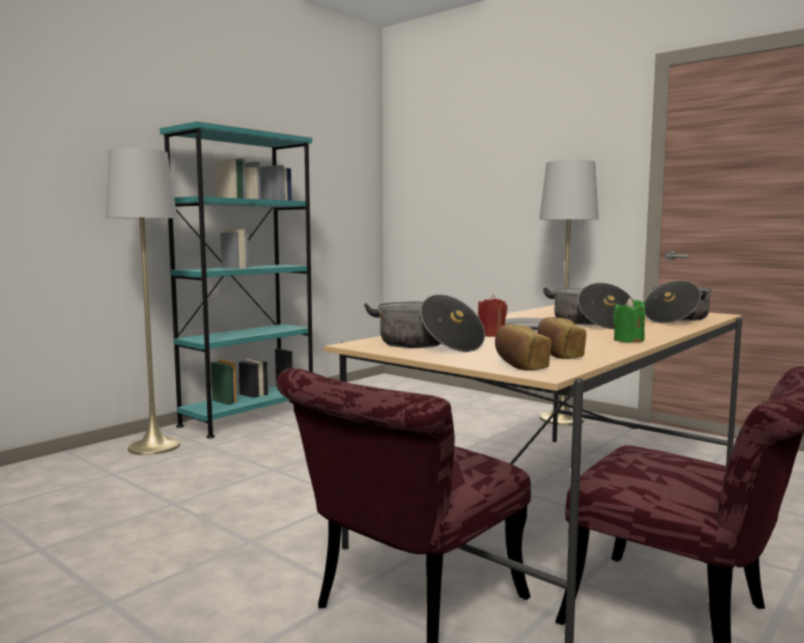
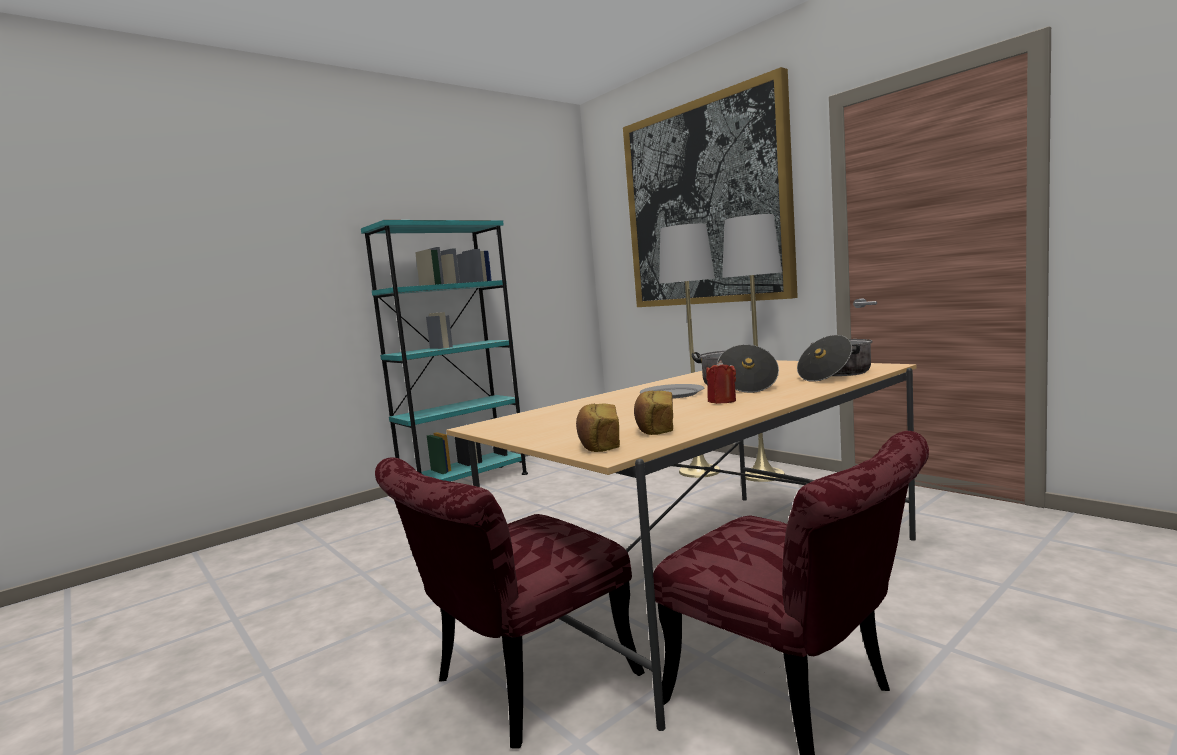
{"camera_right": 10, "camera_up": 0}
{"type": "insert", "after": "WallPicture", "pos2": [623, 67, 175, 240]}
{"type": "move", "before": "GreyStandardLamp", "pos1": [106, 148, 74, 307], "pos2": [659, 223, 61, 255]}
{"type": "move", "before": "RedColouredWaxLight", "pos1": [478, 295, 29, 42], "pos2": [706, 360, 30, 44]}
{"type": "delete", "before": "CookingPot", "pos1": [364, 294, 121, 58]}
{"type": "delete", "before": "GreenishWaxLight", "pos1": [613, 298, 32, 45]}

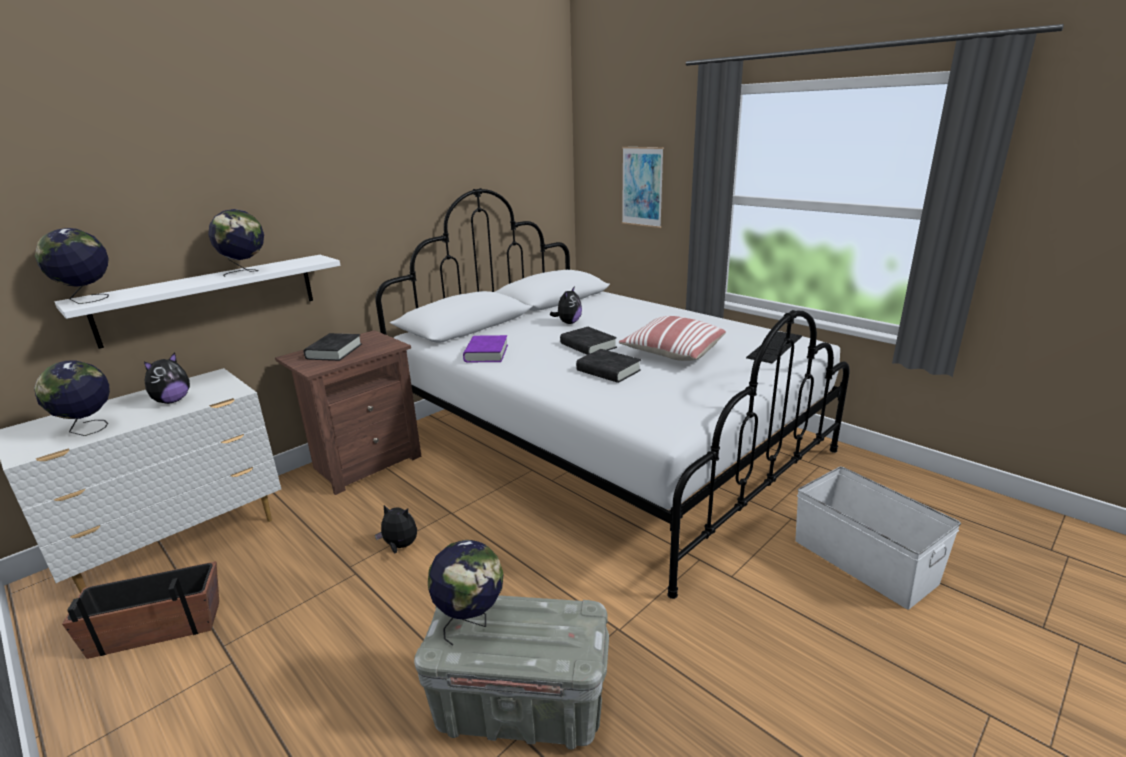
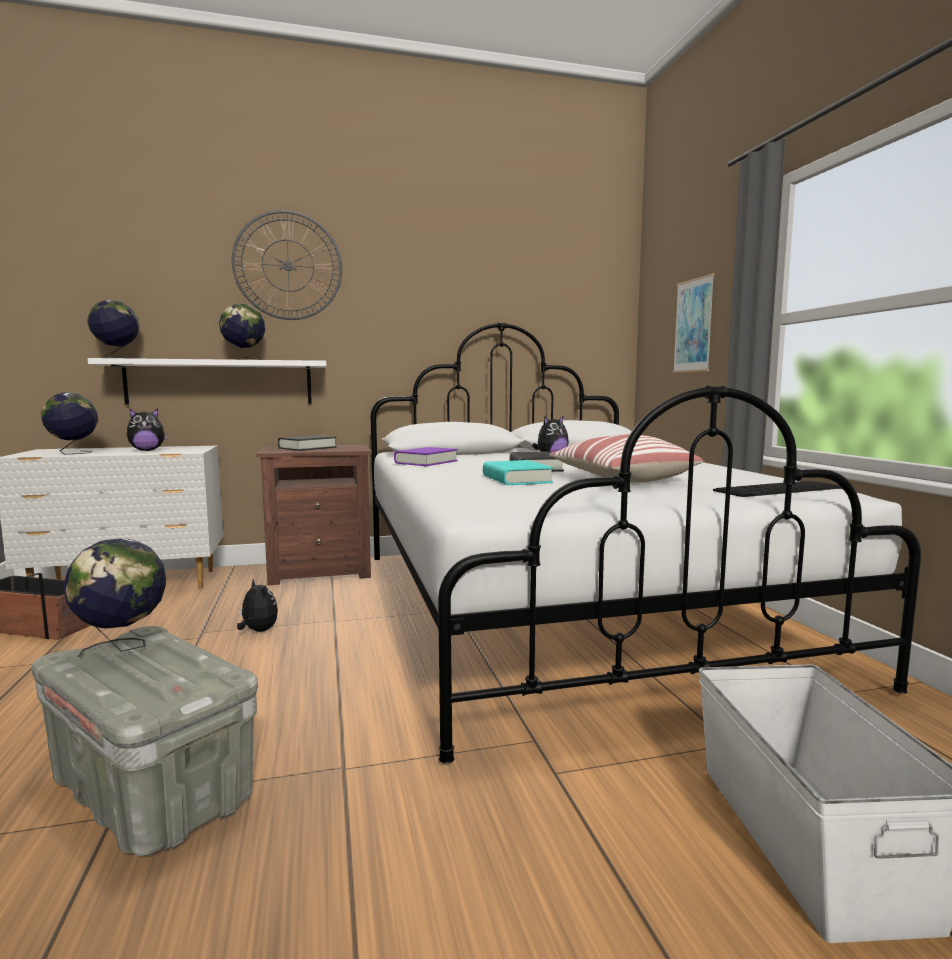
{"camera_right": 30, "camera_up": -15}
{"type": "insert", "after": "WallClock", "pos2": [232, 210, 110, 110]}
{"type": "recolor", "before": "BlackBook", "after": "TurquoiseBook", "pos1": [576, 349, 65, 34], "pos2": [483, 460, 70, 25]}

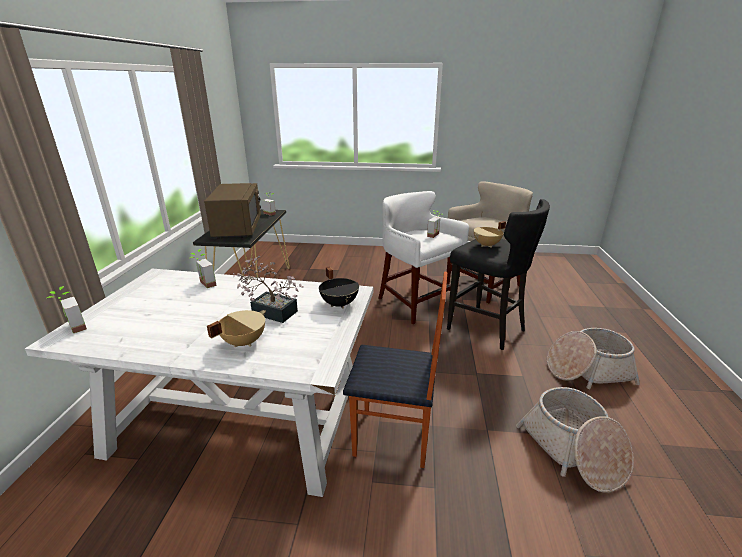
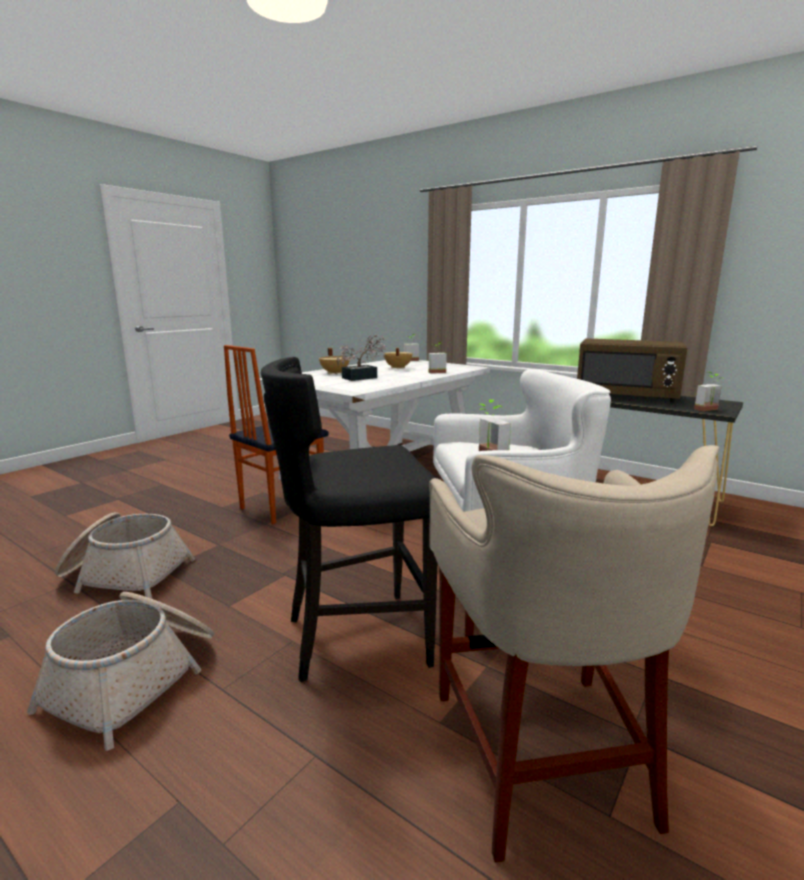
{"camera_right": 120, "camera_up": -10}
{"type": "move", "before": "BeigeColouredCookingPot", "pos1": [474, 221, 32, 27], "pos2": [383, 348, 30, 21]}
{"type": "delete", "before": "BlackCookingPot", "pos1": [319, 267, 40, 41]}

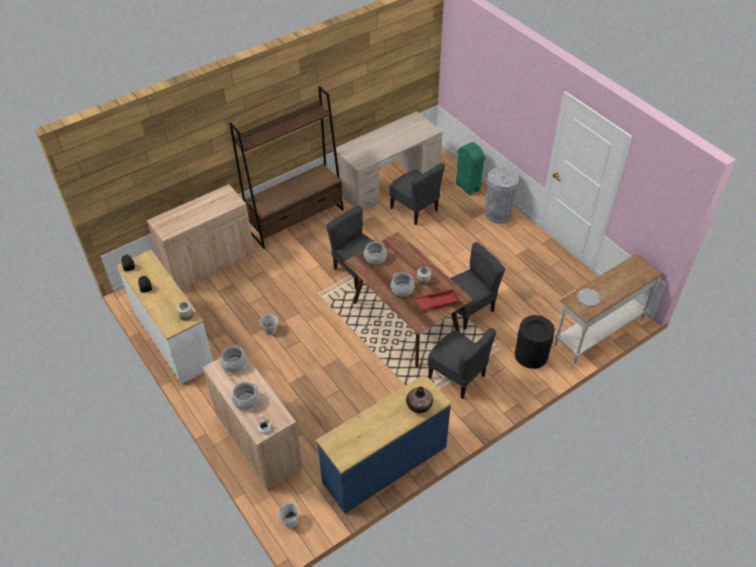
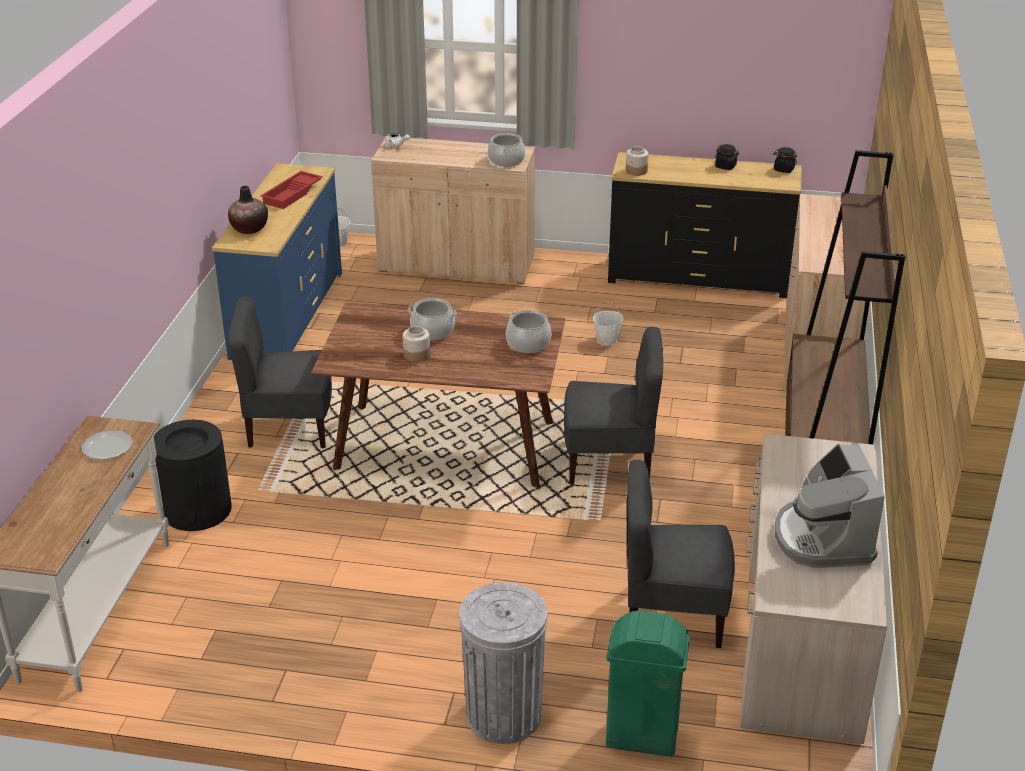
{"camera_right": 135, "camera_up": -15}
{"type": "move", "before": "RedColouredTray", "pos1": [415, 289, 45, 21], "pos2": [260, 171, 63, 38]}
{"type": "recolor", "before": "WhiteDrawerChest", "after": "BlackDrawerChest", "pos1": [116, 250, 97, 134], "pos2": [608, 152, 194, 146]}
{"type": "insert", "after": "CoffeeBrewer", "pos2": [775, 444, 110, 124]}
{"type": "delete", "before": "CookingPot", "pos1": [231, 382, 28, 28]}
{"type": "delete", "before": "GreyUprightChair", "pos1": [450, 242, 55, 87]}

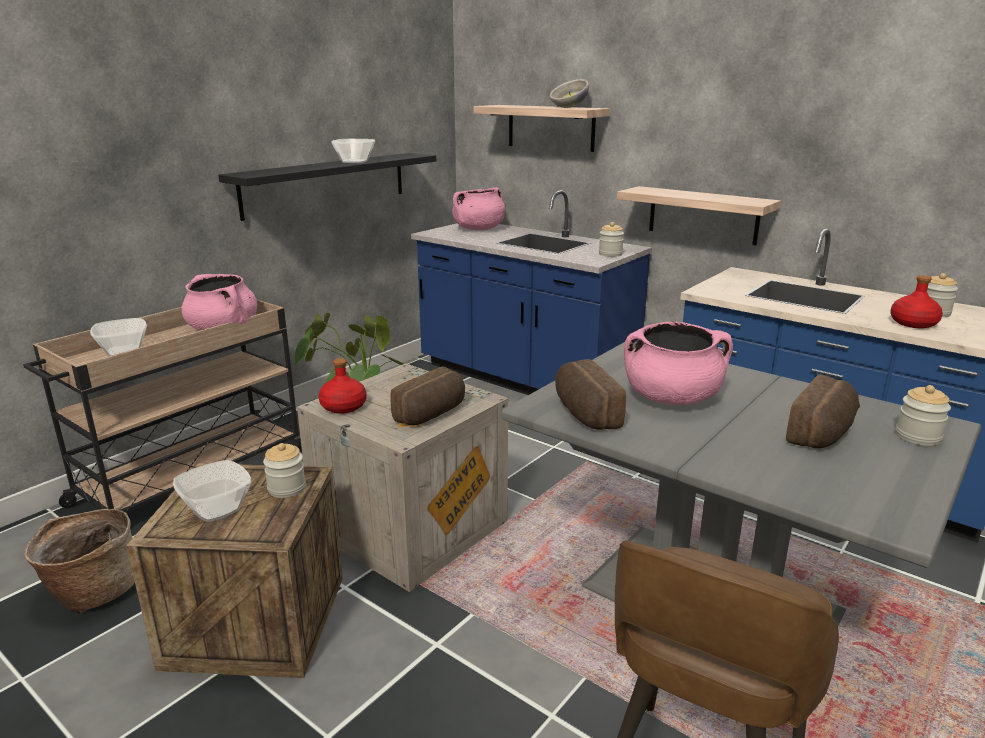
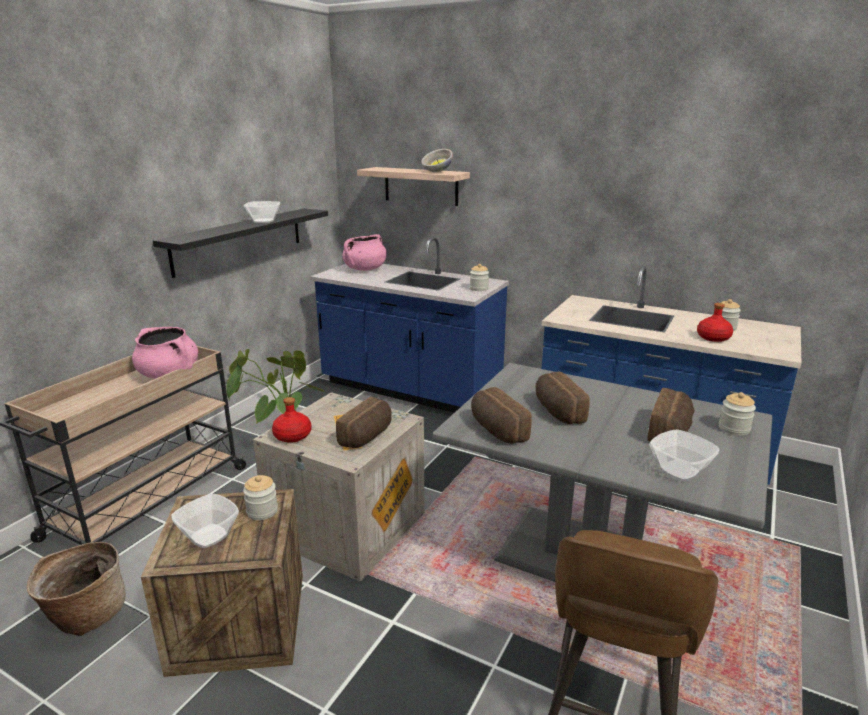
{"camera_right": -10, "camera_up": 0}
{"type": "replace", "before": "PinkColouredCookingPot", "after": "BakeryBread", "pos1": [624, 321, 109, 84], "pos2": [535, 371, 55, 53]}
{"type": "move", "before": "ServingBowl", "pos1": [90, 318, 57, 38], "pos2": [649, 429, 70, 52]}
{"type": "delete", "before": "BracketShelf", "pos1": [617, 186, 164, 59]}

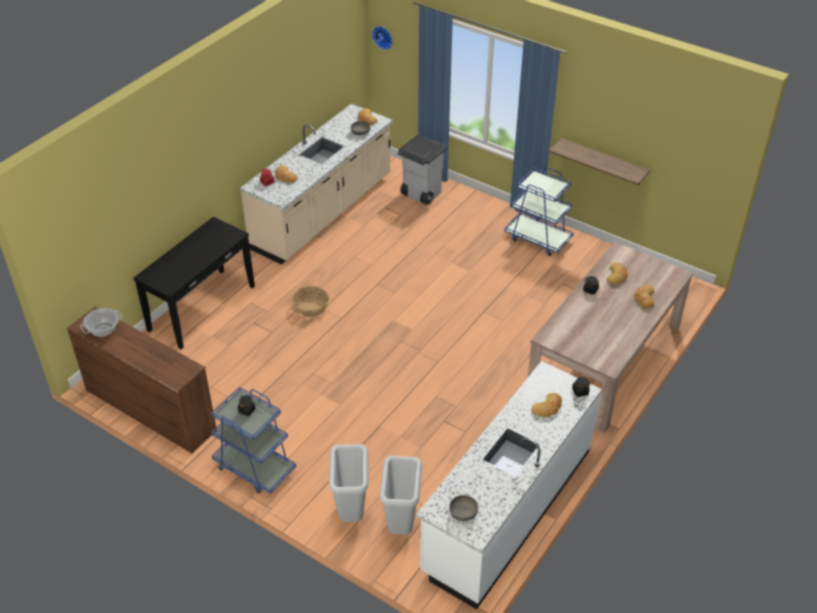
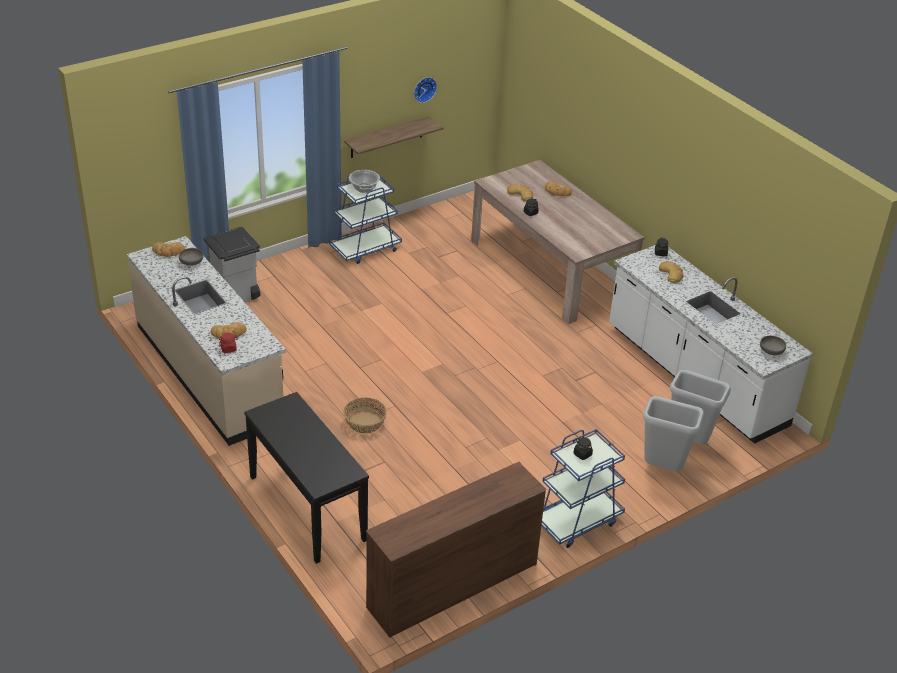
{"camera_right": -70, "camera_up": -5}
{"type": "move", "before": "CookingPot", "pos1": [80, 308, 43, 29], "pos2": [349, 170, 31, 23]}
{"type": "move", "before": "WallClock", "pos1": [372, 26, 21, 24], "pos2": [414, 77, 23, 26]}

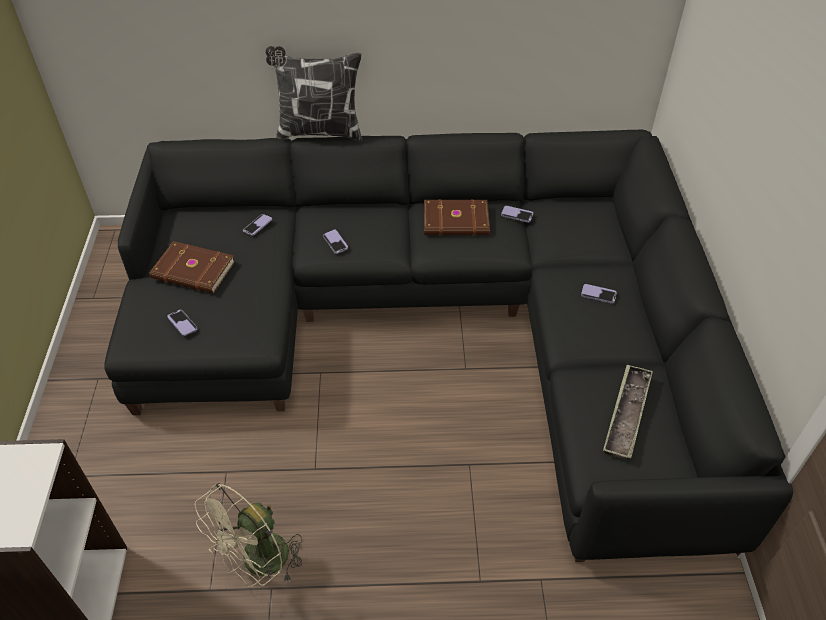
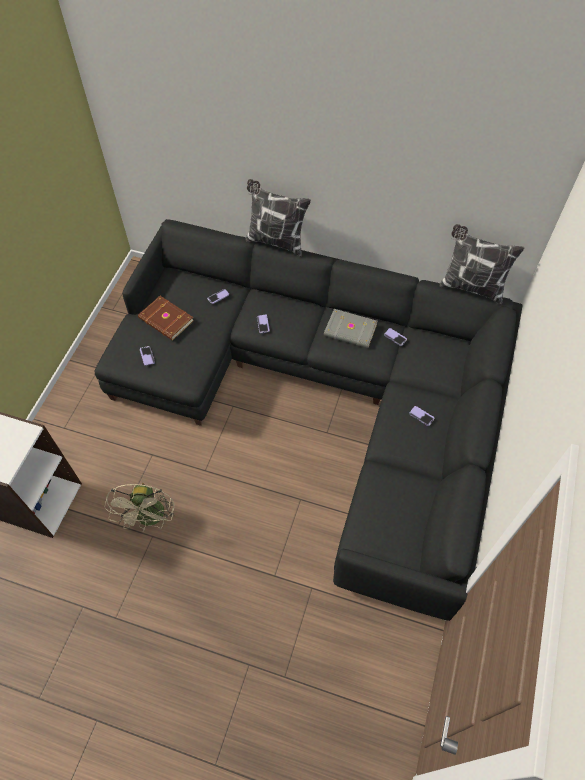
{"camera_right": 20, "camera_up": 10}
{"type": "rotate", "before": "BeigeColouredElectricFan", "pos1": [195, 483, 107, 104], "pos2": [105, 483, 69, 48], "turn": -60}
{"type": "recolor", "before": "BrownishBook", "after": "GreyBook", "pos1": [424, 199, 66, 37], "pos2": [324, 309, 54, 39]}
{"type": "insert", "after": "Cushion", "pos2": [439, 224, 86, 81]}
{"type": "delete", "before": "Tray", "pos1": [603, 364, 50, 95]}

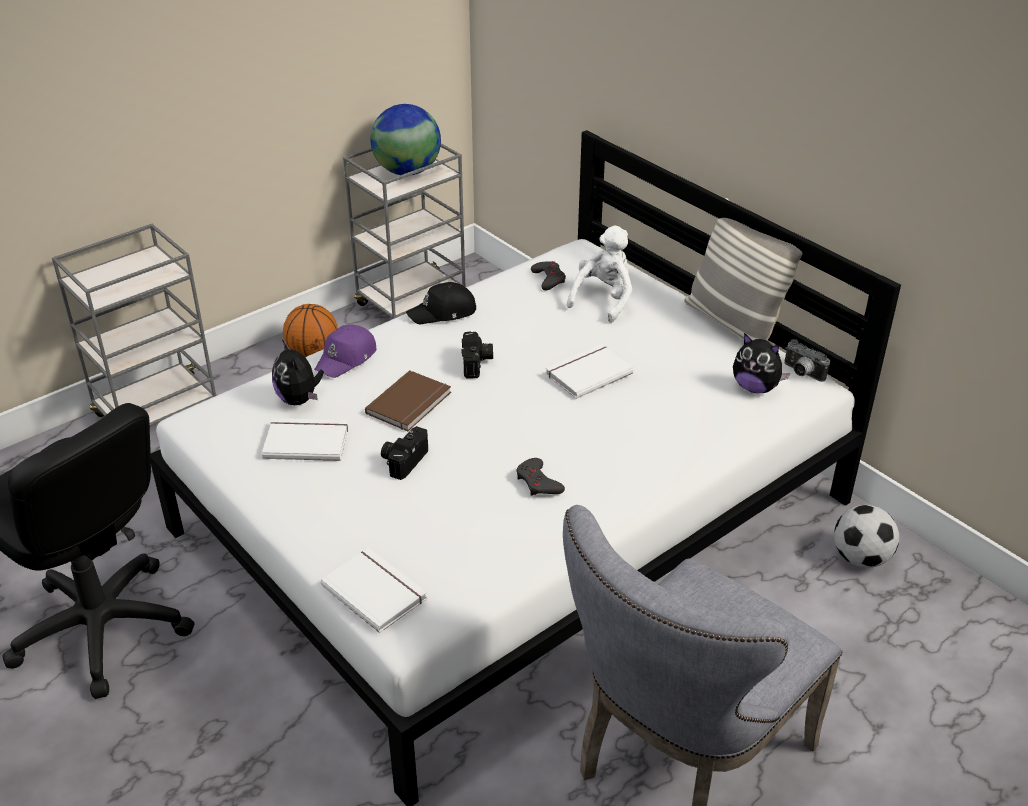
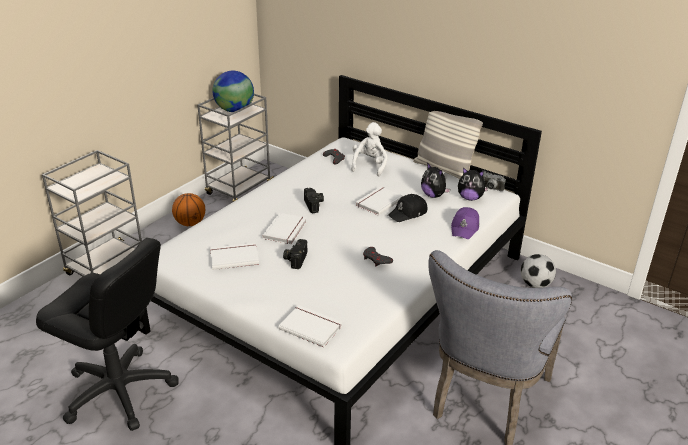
{"camera_right": -15, "camera_up": -5}
{"type": "recolor", "before": "BrownishBook", "after": "WhiteBook", "pos1": [365, 370, 86, 61], "pos2": [262, 213, 45, 31]}
{"type": "move", "before": "BlackBaseballCap", "pos1": [406, 282, 70, 43], "pos2": [388, 194, 39, 28]}
{"type": "move", "before": "PlushToy", "pos1": [272, 340, 52, 65], "pos2": [421, 162, 30, 36]}
{"type": "move", "before": "PurpleColouredBaseballCap", "pos1": [314, 324, 62, 54], "pos2": [451, 207, 28, 32]}

